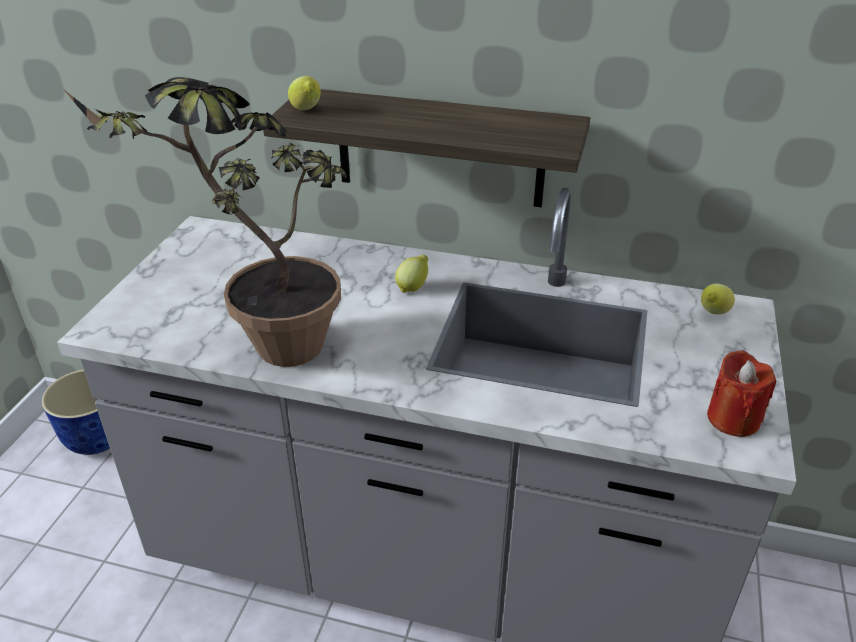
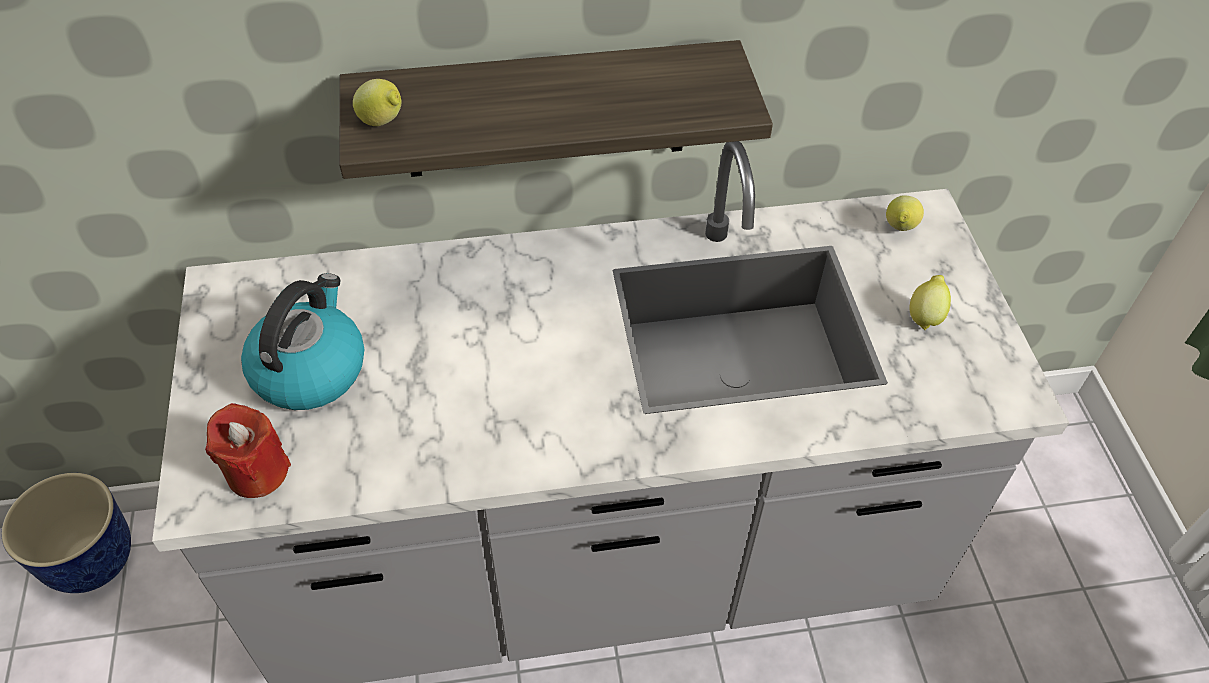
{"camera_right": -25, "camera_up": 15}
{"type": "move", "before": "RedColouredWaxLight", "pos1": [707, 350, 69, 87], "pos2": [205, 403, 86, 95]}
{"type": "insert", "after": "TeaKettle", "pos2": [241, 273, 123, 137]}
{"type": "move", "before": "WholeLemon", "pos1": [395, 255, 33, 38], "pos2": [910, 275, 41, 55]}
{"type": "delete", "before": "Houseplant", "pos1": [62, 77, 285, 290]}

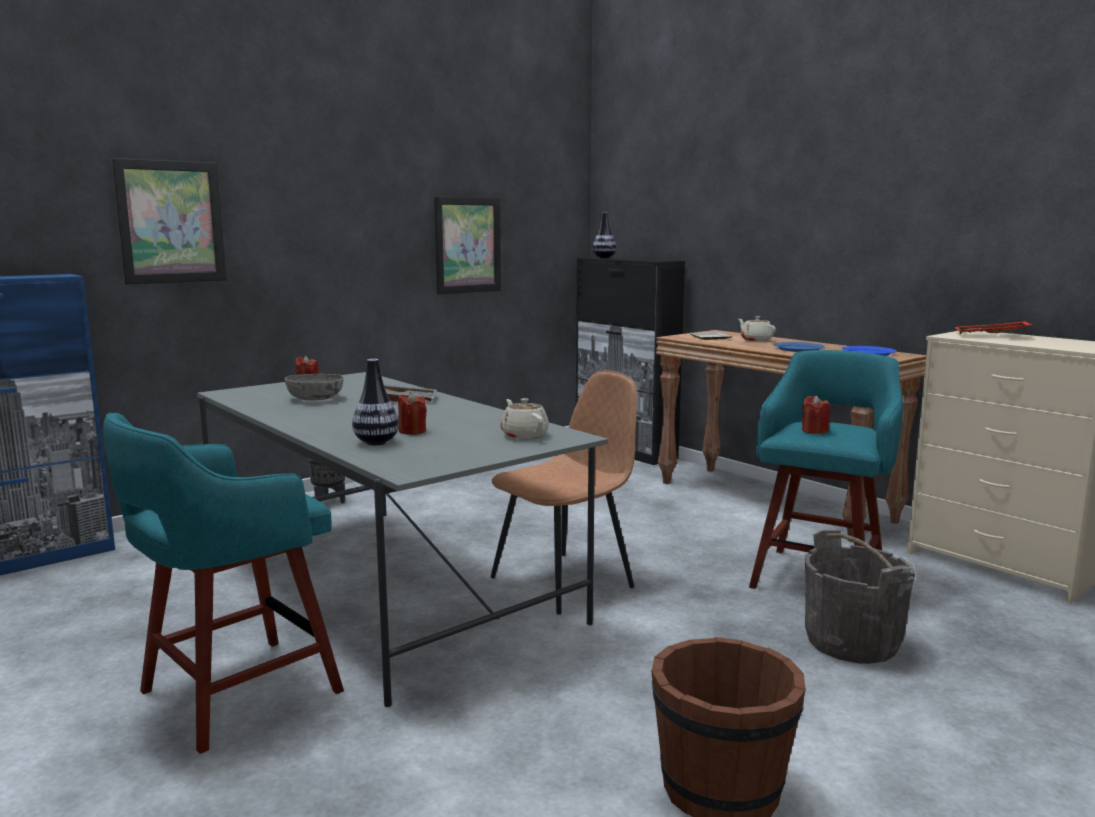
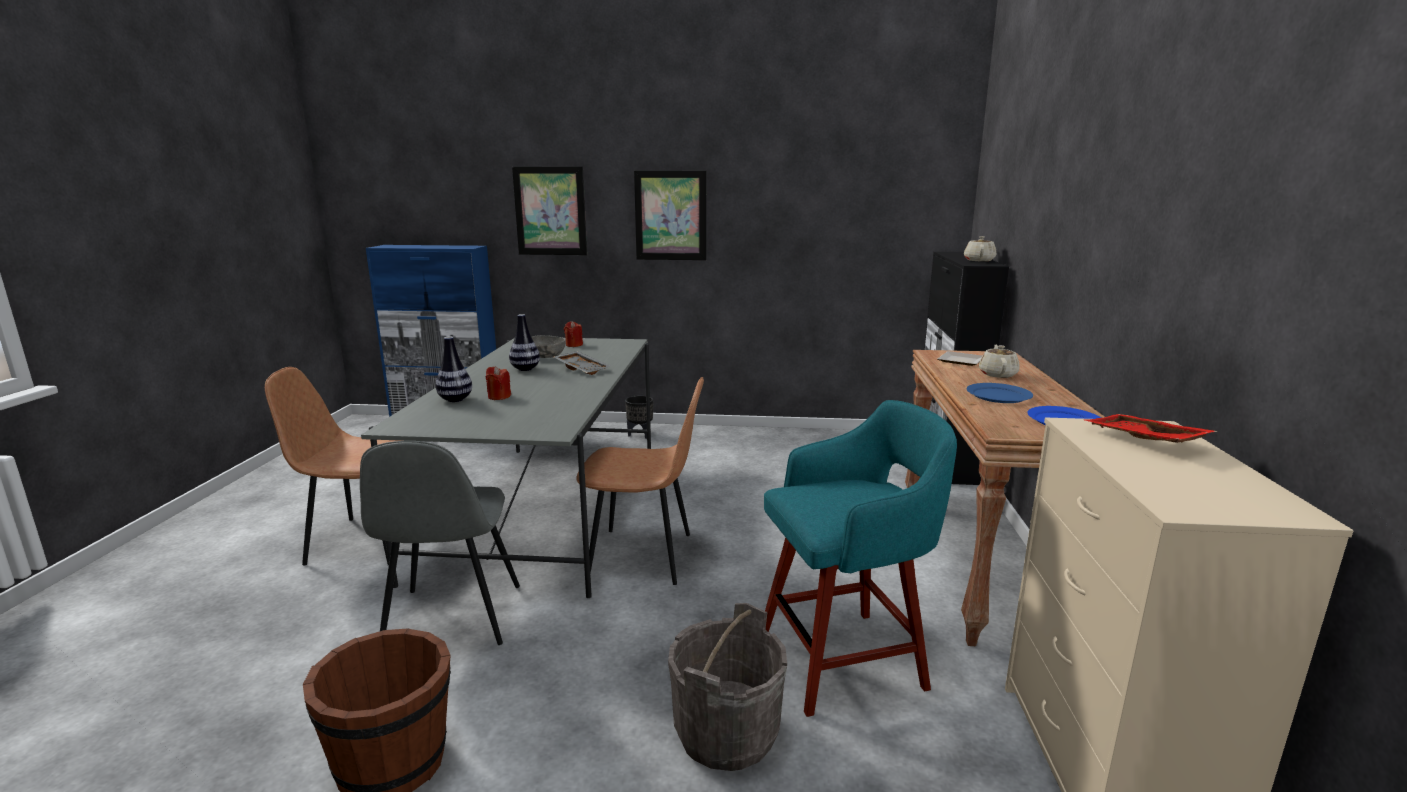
{"camera_right": 45, "camera_up": 5}
{"type": "replace", "before": "TurquoiseStoolSeat", "after": "BrownishUprightChair", "pos1": [103, 413, 241, 341], "pos2": [265, 367, 135, 199]}
{"type": "insert", "after": "GreyUprightChair", "pos2": [360, 441, 160, 204]}
{"type": "move", "before": "DecorativeVase", "pos1": [592, 213, 24, 45], "pos2": [509, 314, 31, 57]}
{"type": "move", "before": "WallPicture", "pos1": [434, 197, 67, 97], "pos2": [634, 170, 73, 90]}
{"type": "move", "before": "BeigeColouredTeaPot", "pos1": [501, 398, 48, 41], "pos2": [964, 236, 33, 25]}
{"type": "delete", "before": "RedColouredWaxLight", "pos1": [802, 395, 28, 39]}

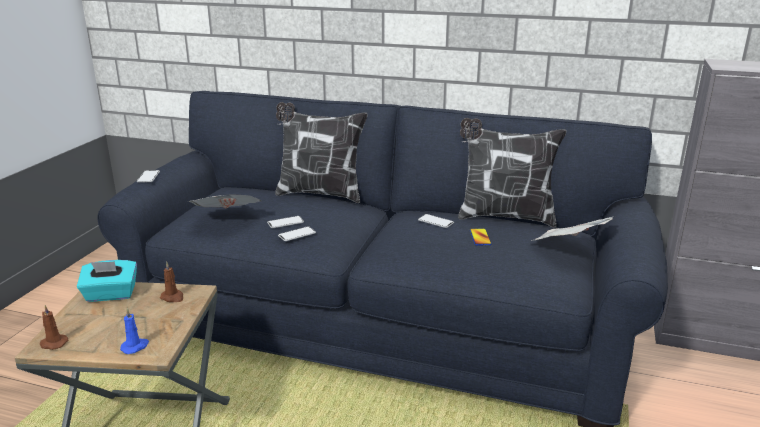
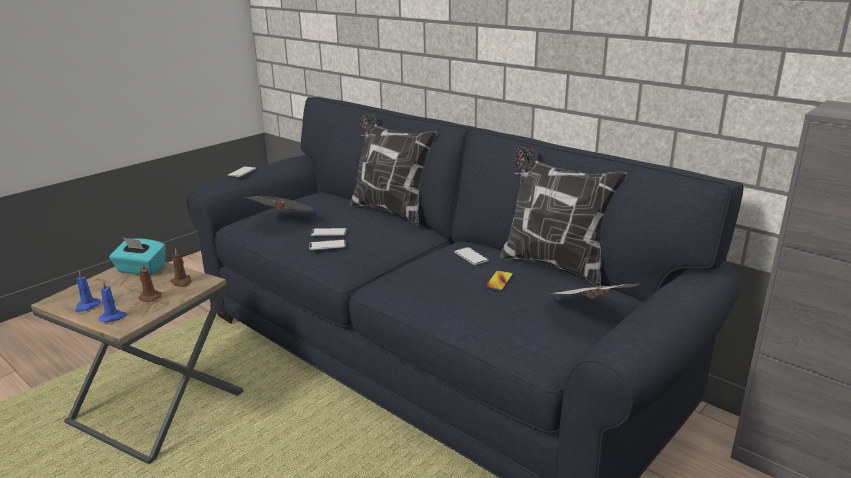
{"camera_right": 25, "camera_up": 0}
{"type": "insert", "after": "BlueColouredWaxLight", "pos2": [75, 270, 26, 42]}
{"type": "move", "before": "BrownishWaxLight", "pos1": [40, 305, 28, 45], "pos2": [138, 262, 24, 40]}

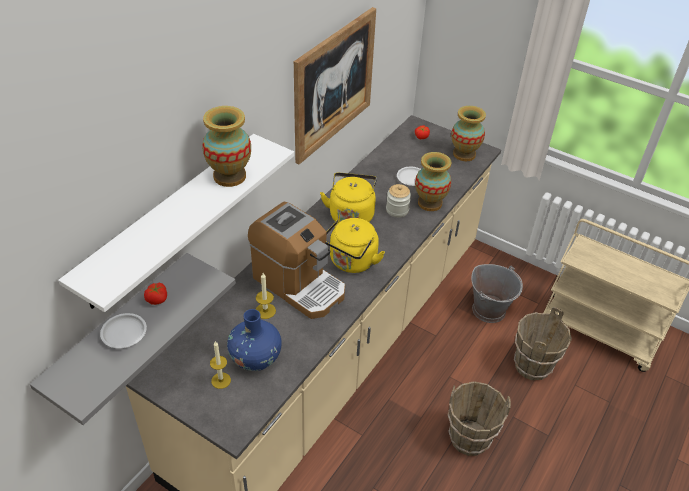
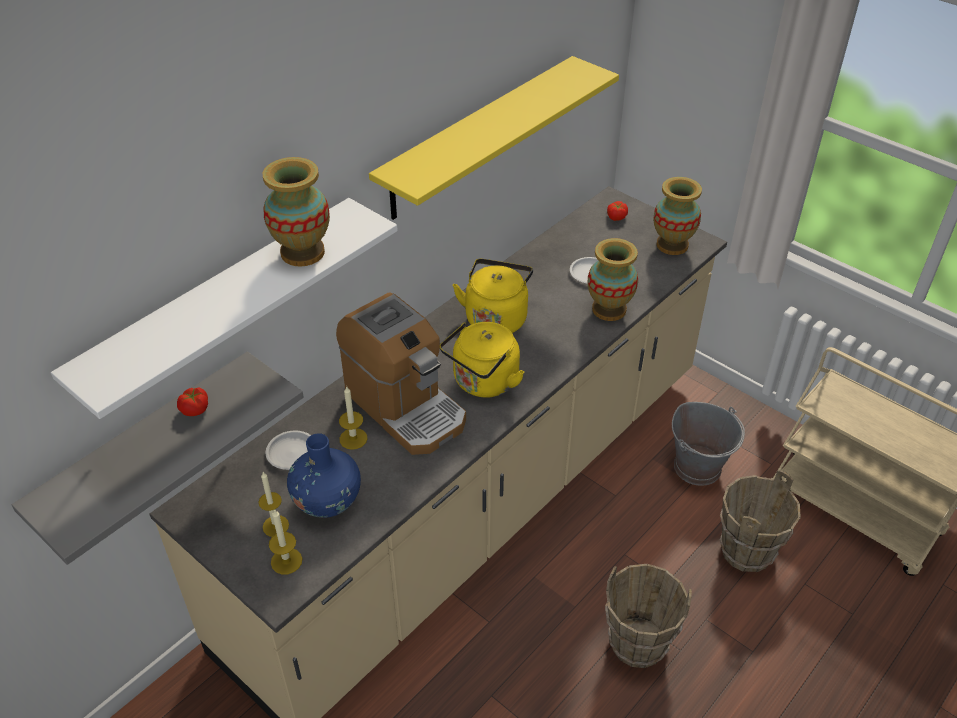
{"camera_right": 10, "camera_up": 0}
{"type": "move", "before": "WhiteFlatDish", "pos1": [100, 313, 47, 35], "pos2": [266, 431, 45, 39]}
{"type": "insert", "after": "WaxLight", "pos2": [269, 509, 33, 65]}
{"type": "replace", "before": "WallPicture", "after": "YellowBracketShelf", "pos1": [294, 7, 82, 157], "pos2": [369, 56, 250, 164]}
{"type": "delete", "before": "PreserveJar", "pos1": [386, 184, 25, 33]}

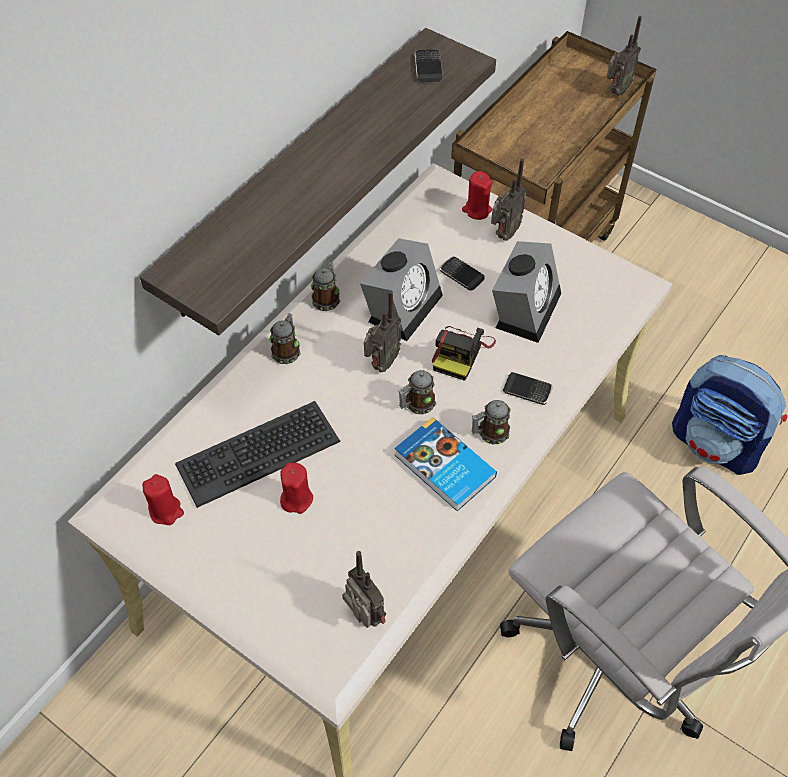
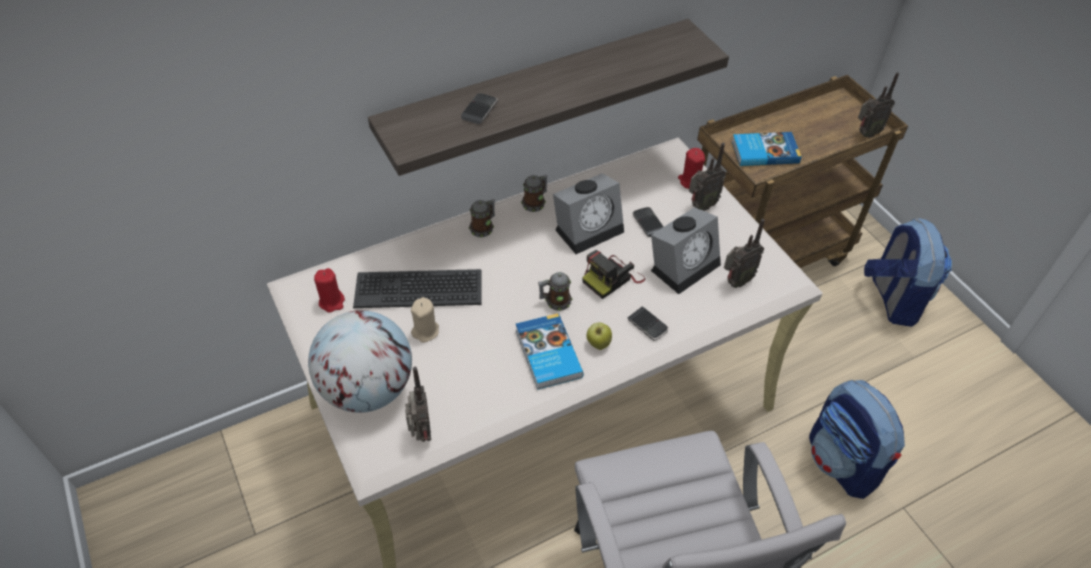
{"camera_right": 25, "camera_up": -5}
{"type": "insert", "after": "WorldGlobe", "pos2": [308, 310, 104, 103]}
{"type": "recolor", "before": "RedColouredWaxLight", "after": "BeigeColouredWaxLight", "pos1": [280, 463, 33, 51], "pos2": [411, 297, 28, 46]}
{"type": "move", "before": "Telephone", "pos1": [415, 49, 28, 33], "pos2": [461, 93, 37, 31]}
{"type": "replace", "before": "CoffeeMug", "after": "Apple", "pos1": [472, 400, 39, 44], "pos2": [587, 323, 25, 27]}
{"type": "move", "before": "Radio", "pos1": [364, 290, 37, 82], "pos2": [724, 219, 41, 69]}
{"type": "insert", "after": "Book", "pos2": [732, 132, 69, 34]}
{"type": "insert", "after": "Backpack", "pos2": [864, 218, 88, 109]}

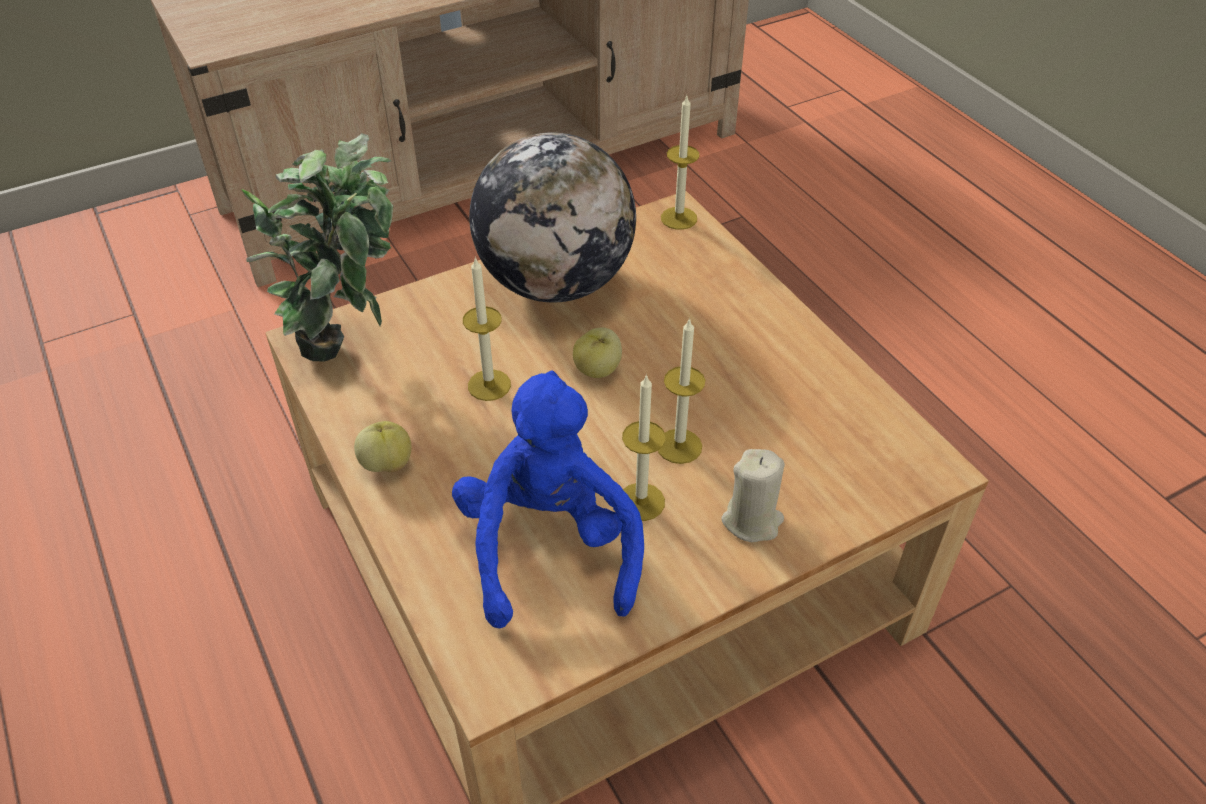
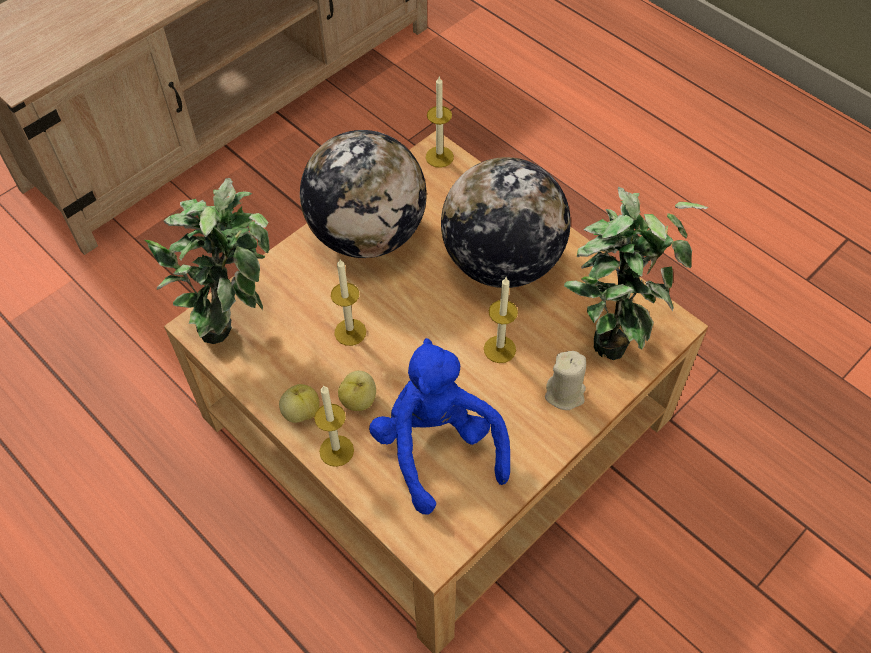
{"camera_right": -15, "camera_up": 10}
{"type": "move", "before": "WaxLight", "pos1": [622, 374, 43, 147], "pos2": [314, 385, 40, 82]}
{"type": "move", "before": "Apple", "pos1": [573, 327, 49, 51], "pos2": [338, 371, 38, 40]}
{"type": "insert", "after": "WorldGlobe", "pos2": [441, 157, 130, 131]}
{"type": "insert", "after": "Houseplant", "pos2": [564, 187, 144, 173]}

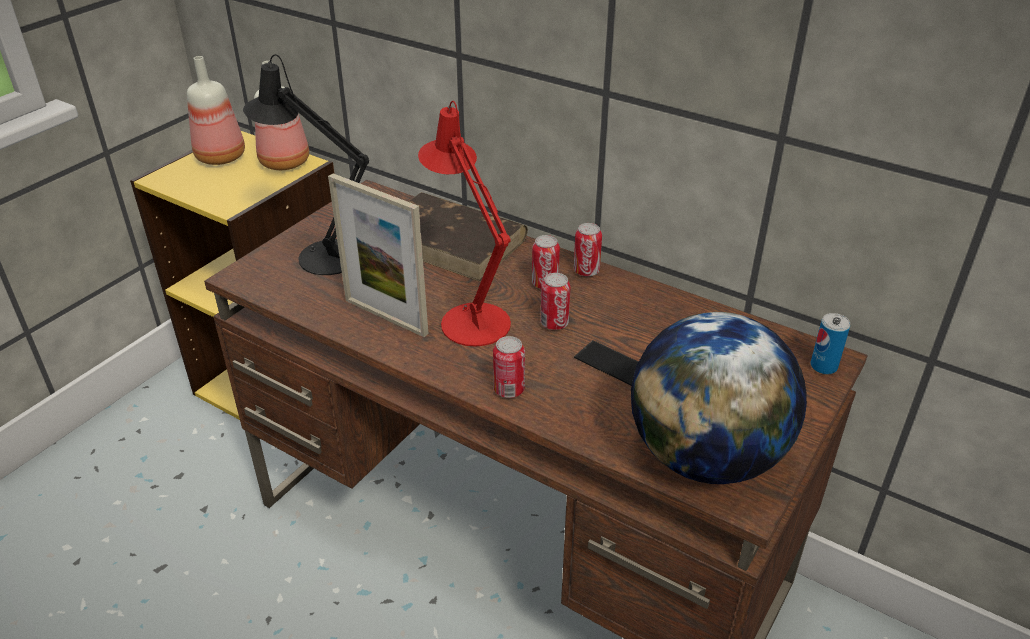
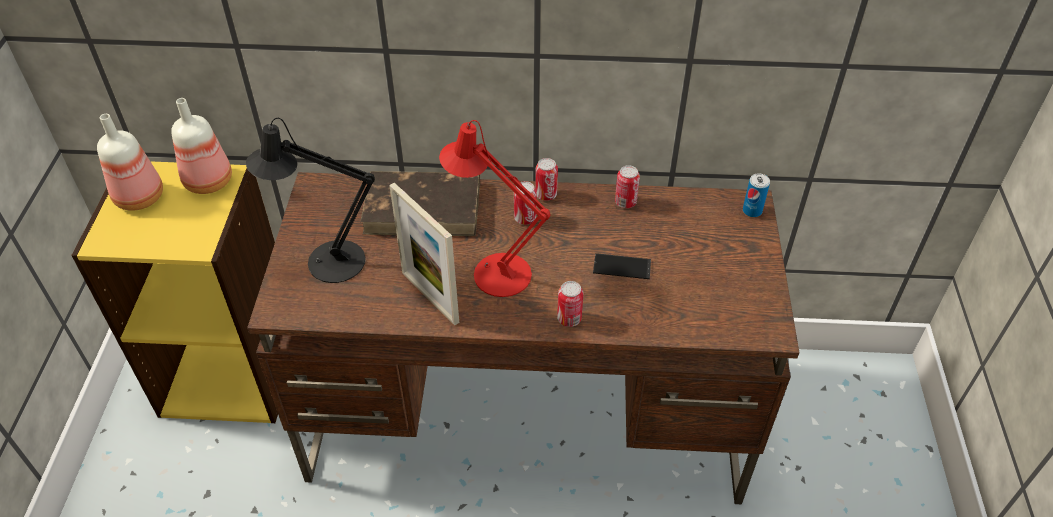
{"camera_right": -30, "camera_up": 10}
{"type": "rotate", "before": "PhotoFrame", "pos1": [328, 173, 100, 164], "pos2": [389, 183, 70, 142], "turn": 45}
{"type": "move", "before": "MetalCan", "pos1": [541, 273, 30, 57], "pos2": [615, 165, 25, 43]}
{"type": "delete", "before": "WorldGlobe", "pos1": [631, 312, 176, 172]}

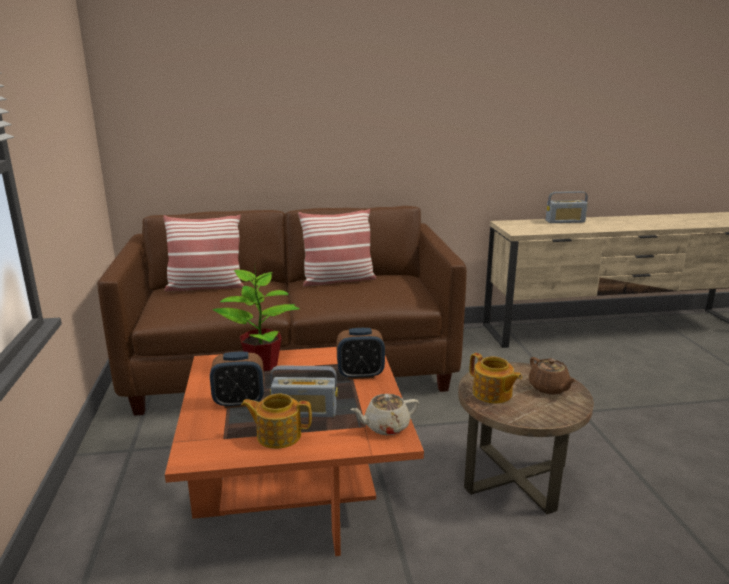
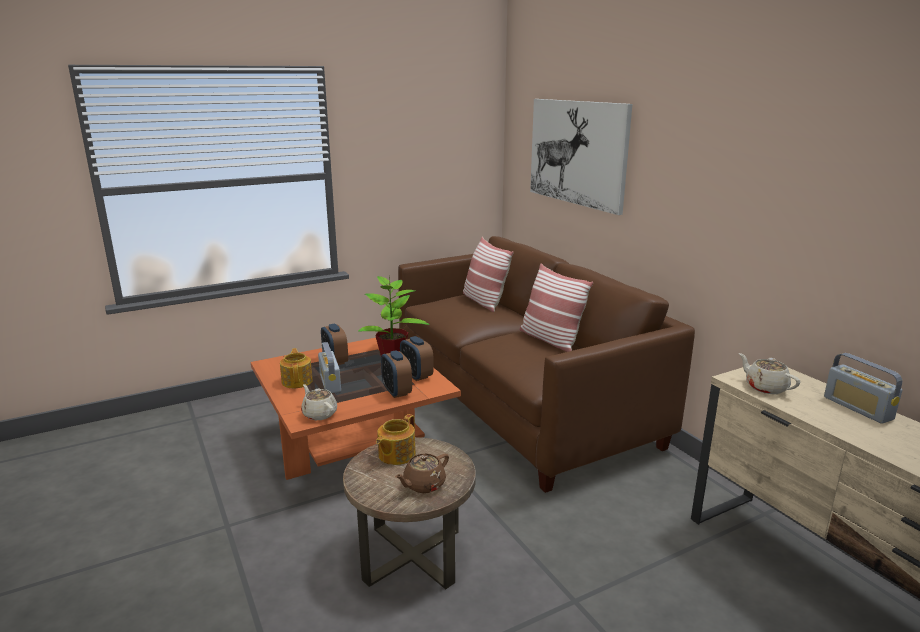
{"camera_right": 70, "camera_up": 0}
{"type": "insert", "after": "BedsideClock", "pos2": [400, 336, 34, 45]}
{"type": "insert", "after": "WallPicture", "pos2": [530, 99, 102, 116]}
{"type": "insert", "after": "BeigeColouredTeaPot", "pos2": [739, 353, 61, 41]}

